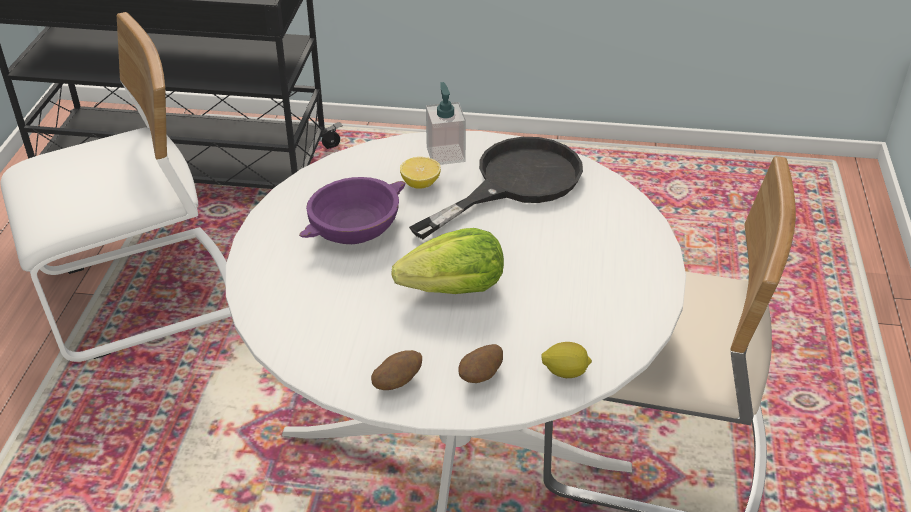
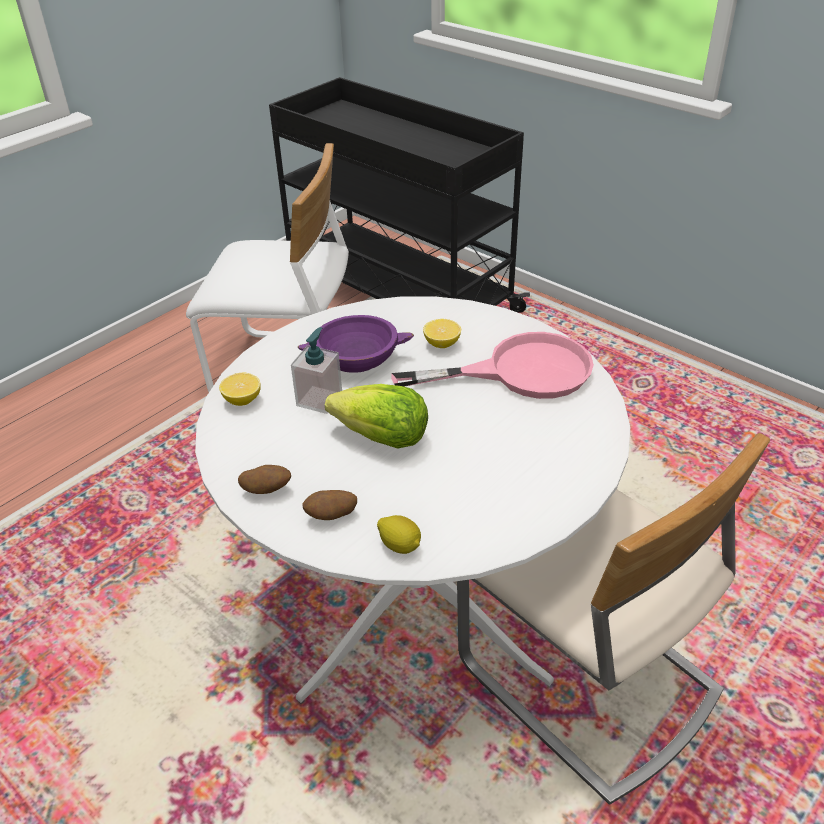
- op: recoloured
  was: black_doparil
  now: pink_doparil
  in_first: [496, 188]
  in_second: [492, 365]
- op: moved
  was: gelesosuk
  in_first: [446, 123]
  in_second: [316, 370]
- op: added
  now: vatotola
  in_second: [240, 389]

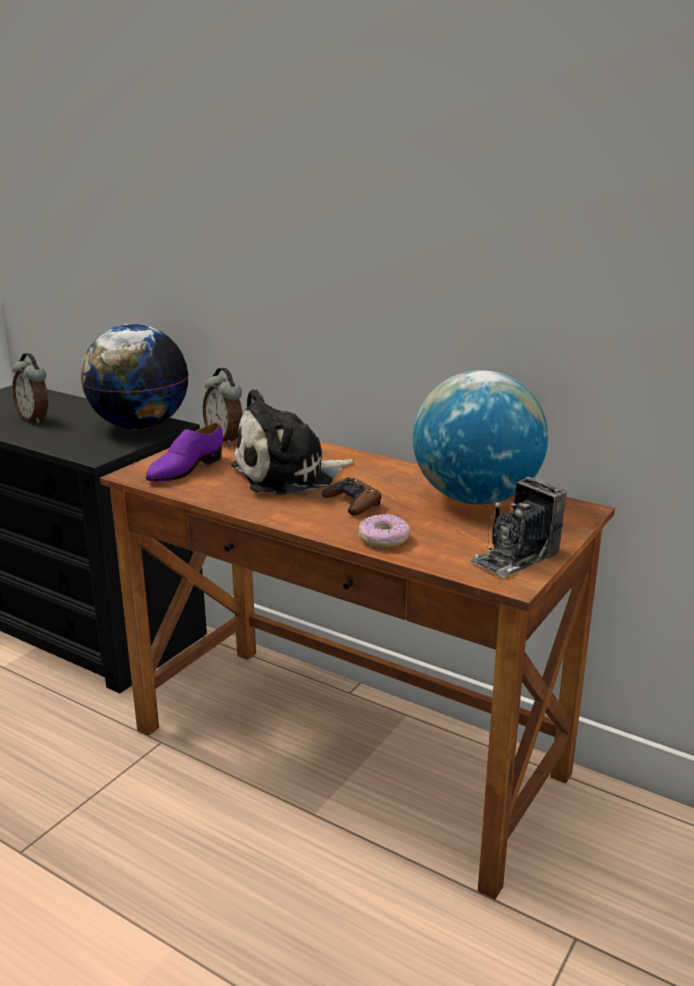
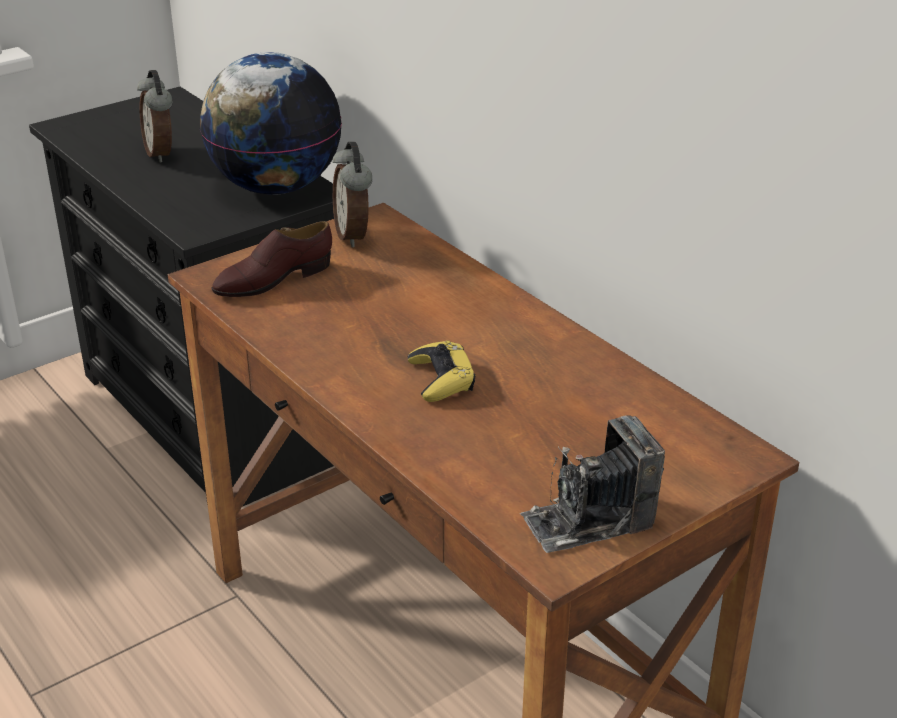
- op: recoloured
  was: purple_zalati
  now: brown_zalati
  in_first: [184, 452]
  in_second: [271, 259]
- op: removed
  was: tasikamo
  in_first: [292, 442]
- op: recoloured
  was: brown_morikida
  now: yellow_morikida
  in_first: [351, 496]
  in_second: [441, 371]
- op: removed
  was: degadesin
  in_first: [384, 531]
- op: removed
  was: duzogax
  in_first: [480, 437]

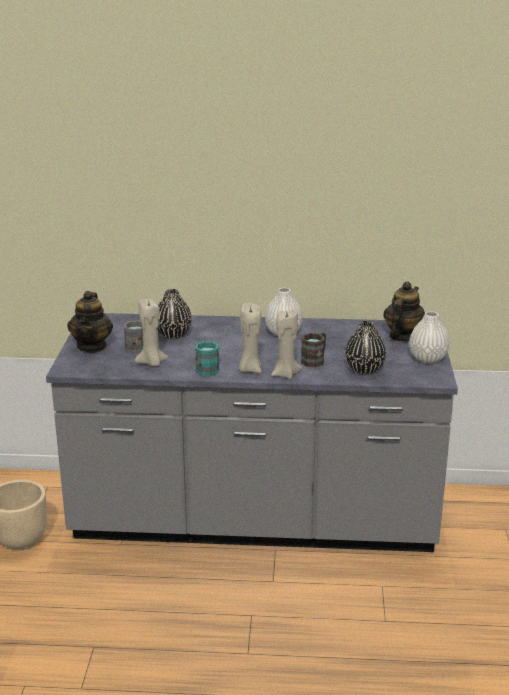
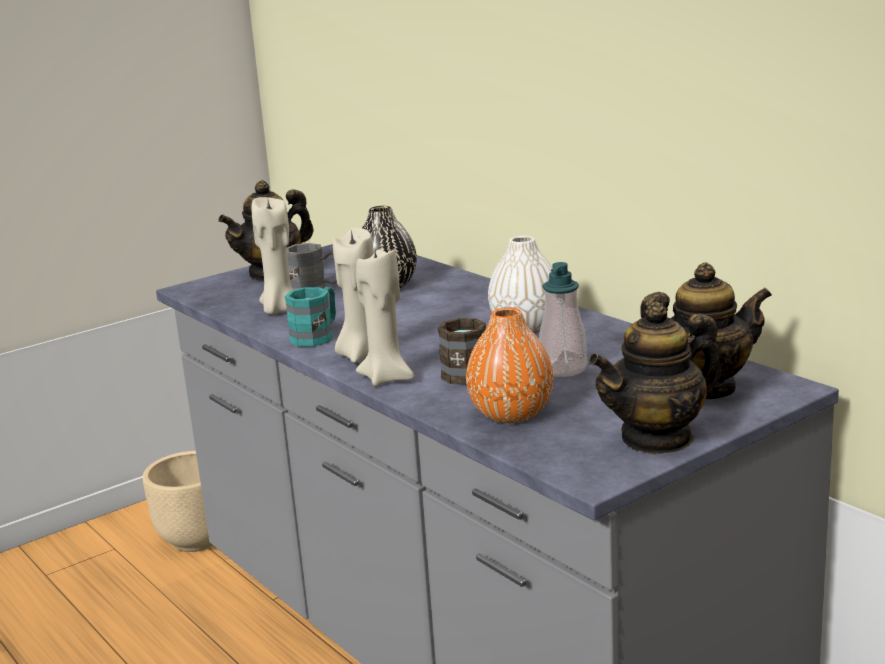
- op: recoloured
  was: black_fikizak
  now: orange_fikizak
  in_first: [365, 347]
  in_second: [509, 365]
- op: replaced
  was: white_fikizak
  now: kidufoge
  in_first: [429, 337]
  in_second: [655, 378]
- op: added
  now: gelesosuk
  in_second: [563, 319]

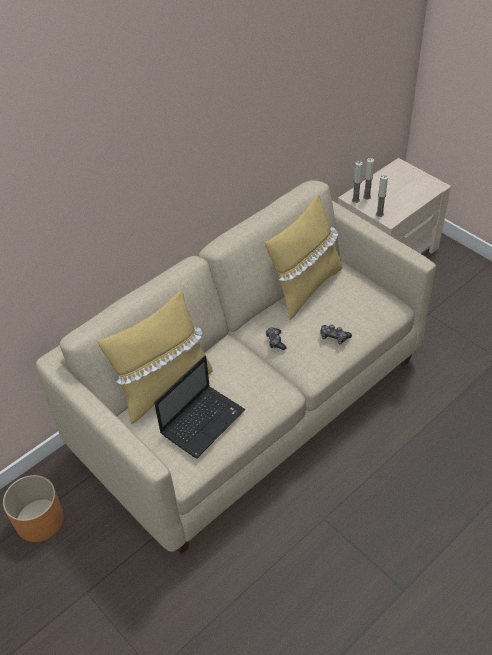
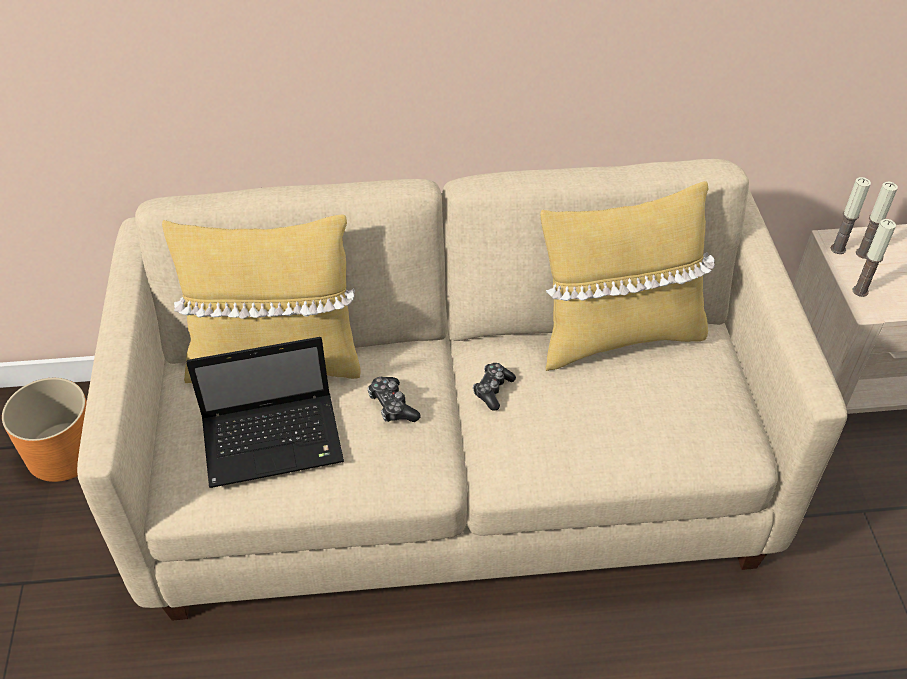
- op: moved
  was: morikida
  in_first: [336, 334]
  in_second: [394, 399]

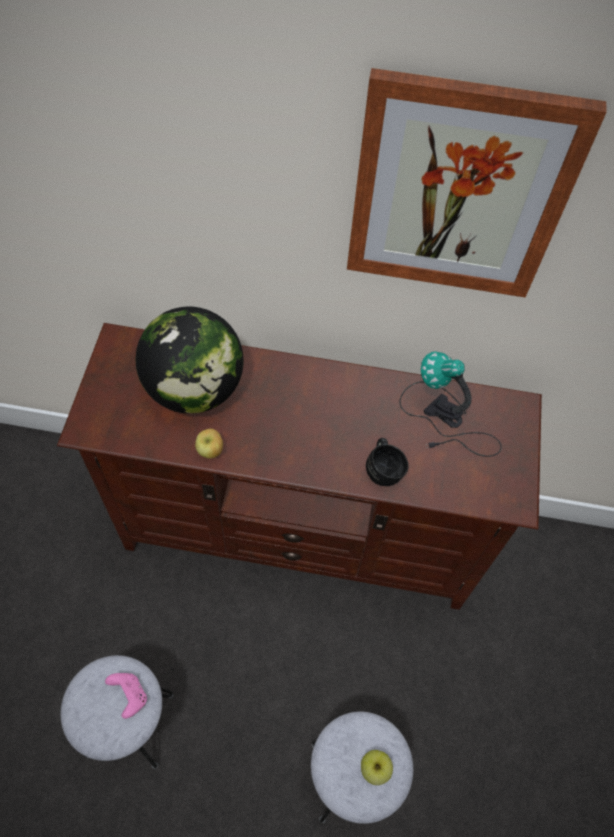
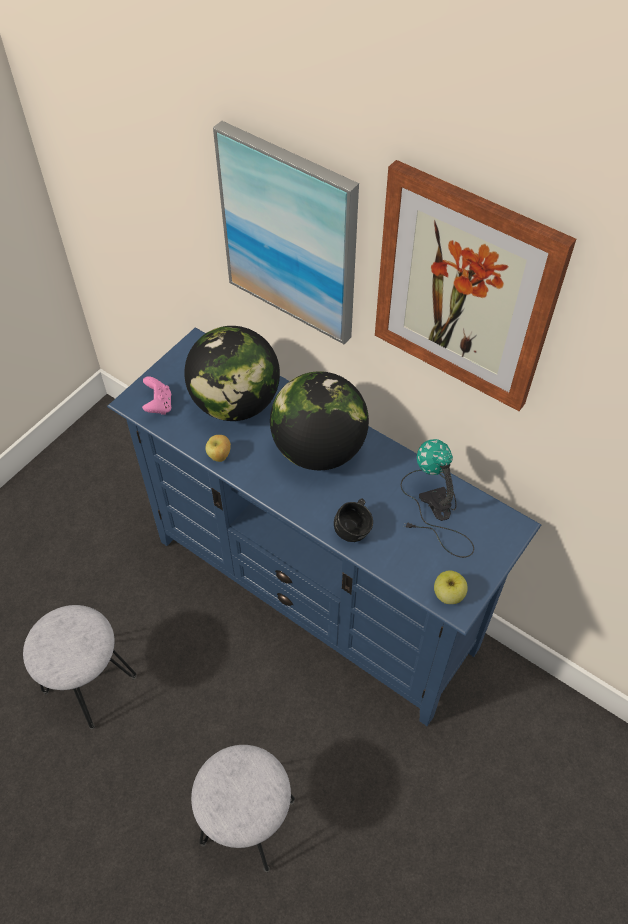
- op: recoloured
  was: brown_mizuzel
  now: blue_mizuzel
  in_first: [299, 466]
  in_second: [324, 526]
- op: moved
  was: pink_morikida
  in_first: [126, 696]
  in_second: [157, 395]
- op: moved
  was: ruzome
  in_first: [377, 767]
  in_second: [451, 587]
- op: added
  now: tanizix
  in_second: [286, 232]
- op: added
  now: duzogax
  in_second: [319, 420]

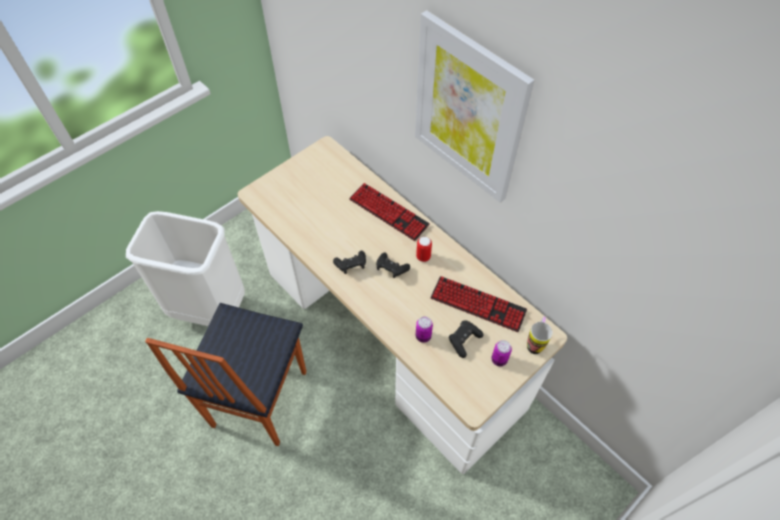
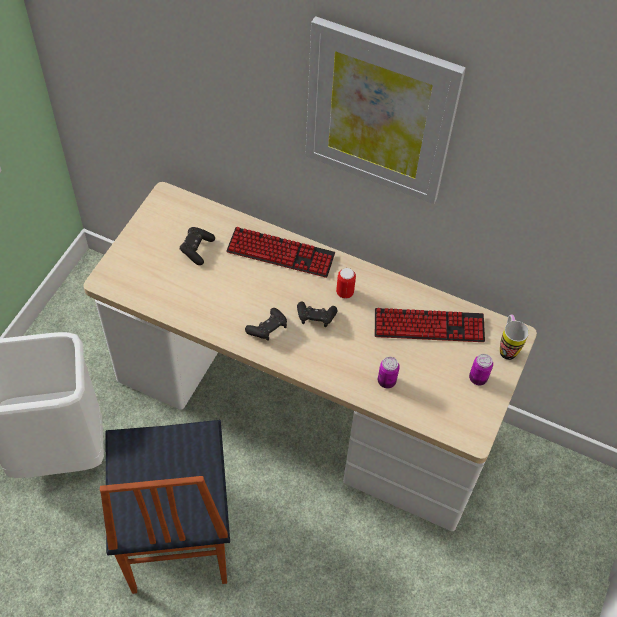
- op: moved
  was: black_morikida
  in_first: [466, 339]
  in_second: [197, 246]

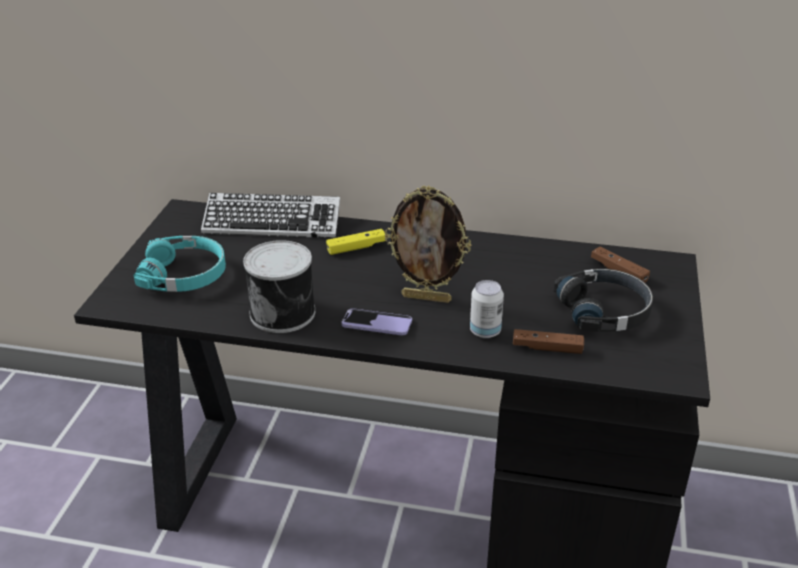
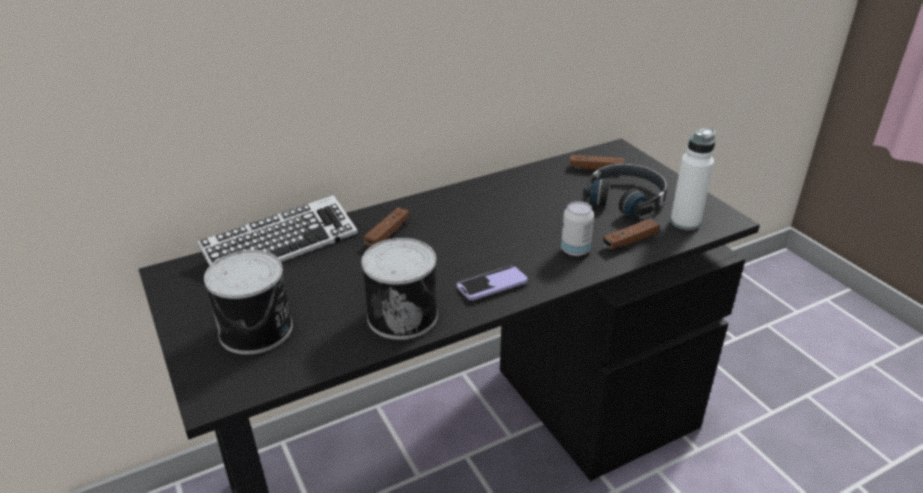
- op: replaced
  was: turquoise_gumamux
  now: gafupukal
  in_first: [179, 264]
  in_second: [248, 302]
- op: recoloured
  was: yellow_morikida
  now: brown_morikida
  in_first: [355, 242]
  in_second: [387, 227]
- op: removed
  was: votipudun
  in_first: [427, 244]
- op: added
  now: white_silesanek
  in_second: [692, 179]

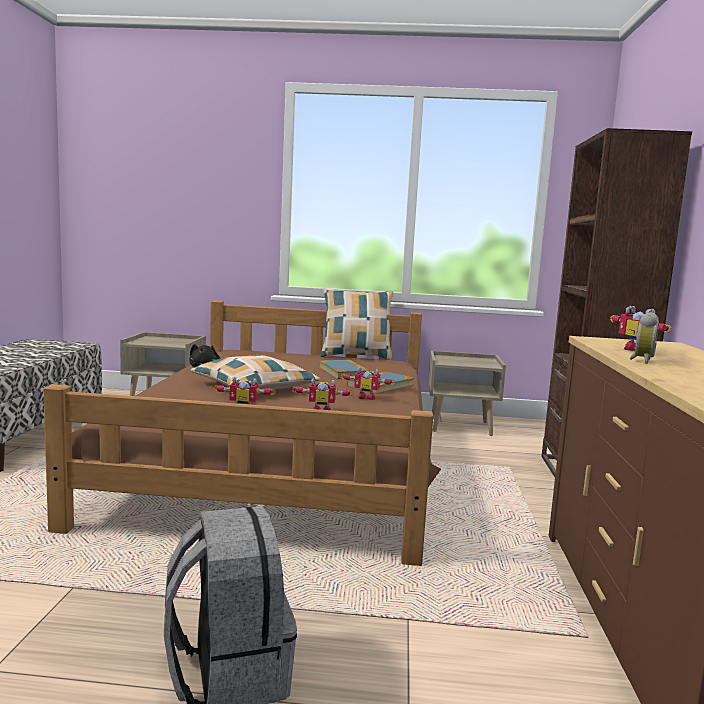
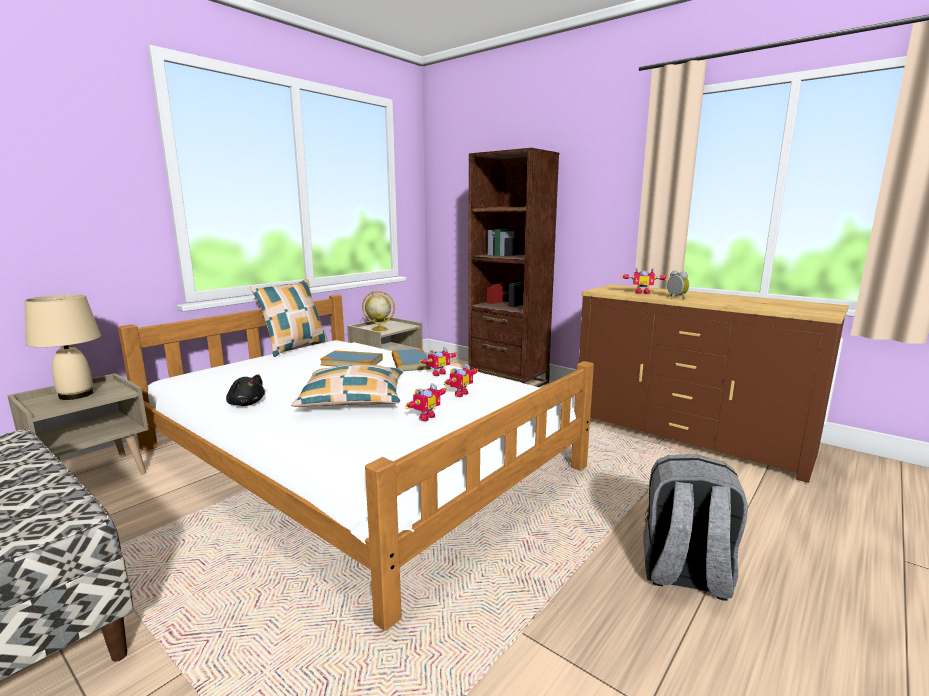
- op: recoloured
  was: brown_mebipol
  now: white_mebipol
  in_first: [242, 433]
  in_second: [356, 463]
- op: added
  now: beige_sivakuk
  in_second: [63, 347]
- op: added
  now: duzogax
  in_second: [378, 311]

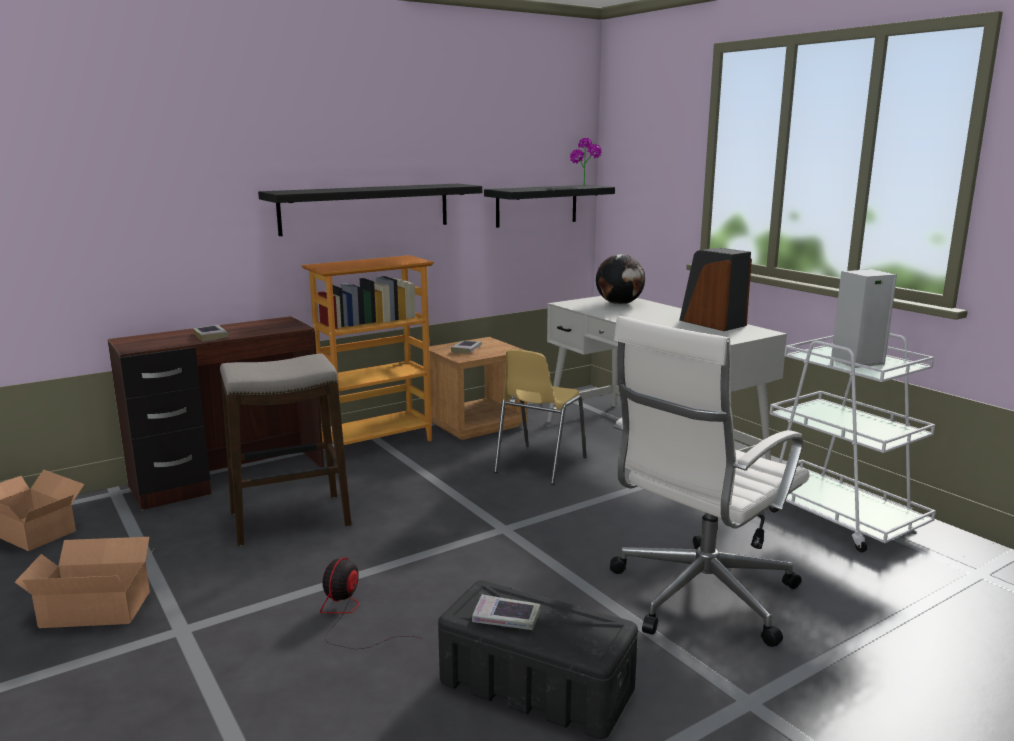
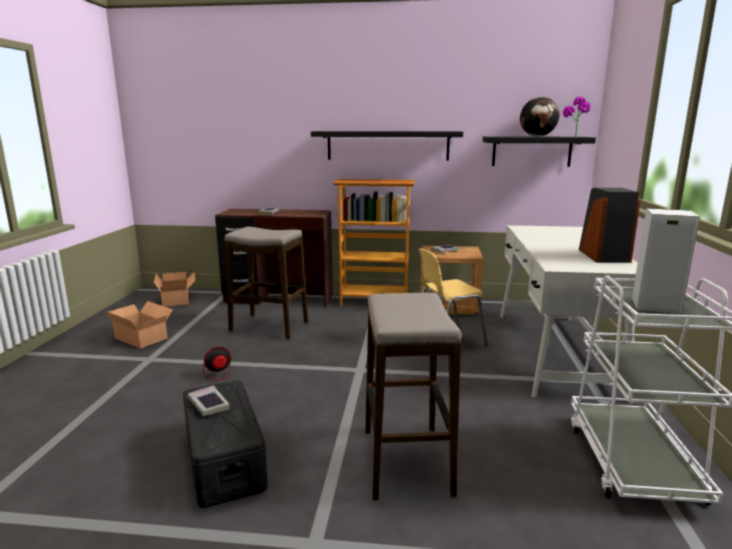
- op: moved
  was: duzogax
  in_first: [620, 279]
  in_second: [540, 117]
- op: replaced
  was: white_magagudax
  now: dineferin
  in_first: [710, 481]
  in_second: [413, 396]

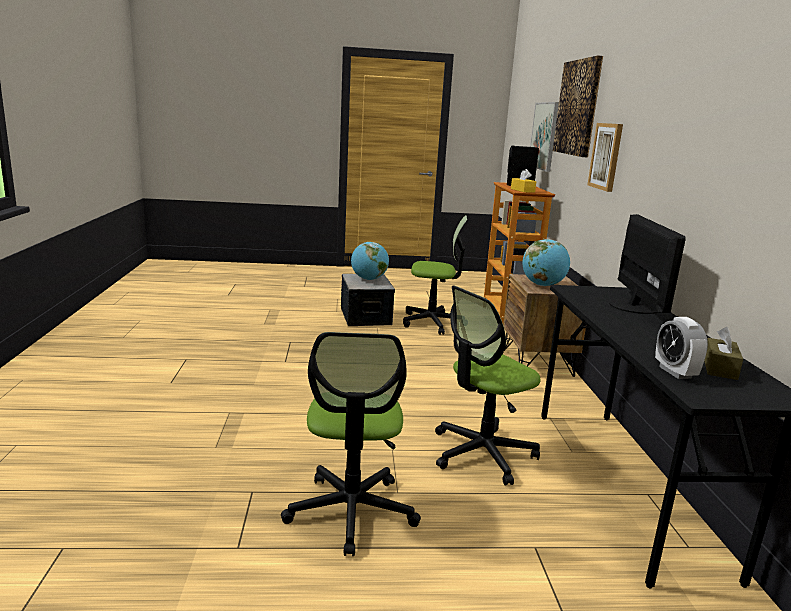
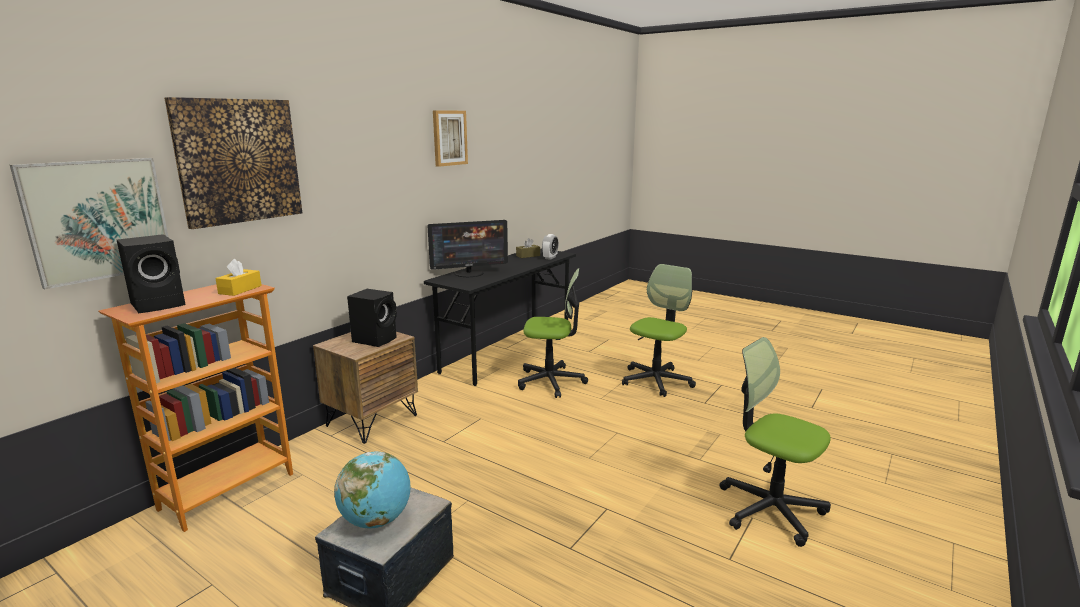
- op: moved
  was: magagudax
  in_first: [435, 275]
  in_second: [775, 442]
- op: replaced
  was: duzogax
  now: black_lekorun
  in_first: [546, 262]
  in_second: [372, 318]
- op: moved
  was: tanizix
  in_first: [605, 157]
  in_second: [450, 138]
- op: turned
  was: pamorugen
  in_first: [647, 264]
  in_second: [468, 248]
  clockwise: -150

